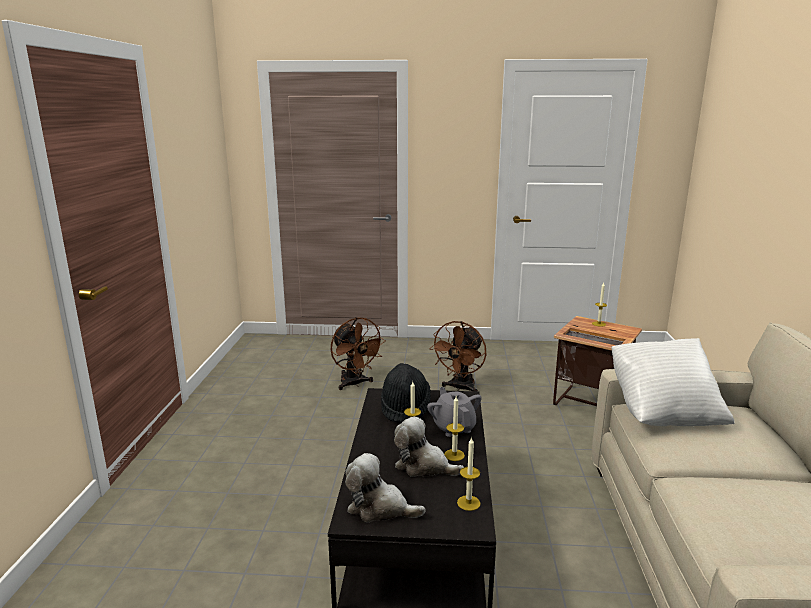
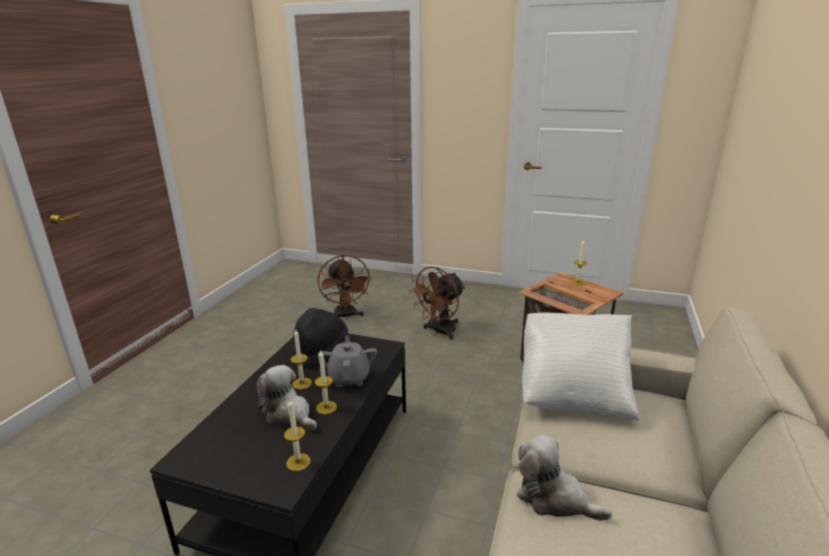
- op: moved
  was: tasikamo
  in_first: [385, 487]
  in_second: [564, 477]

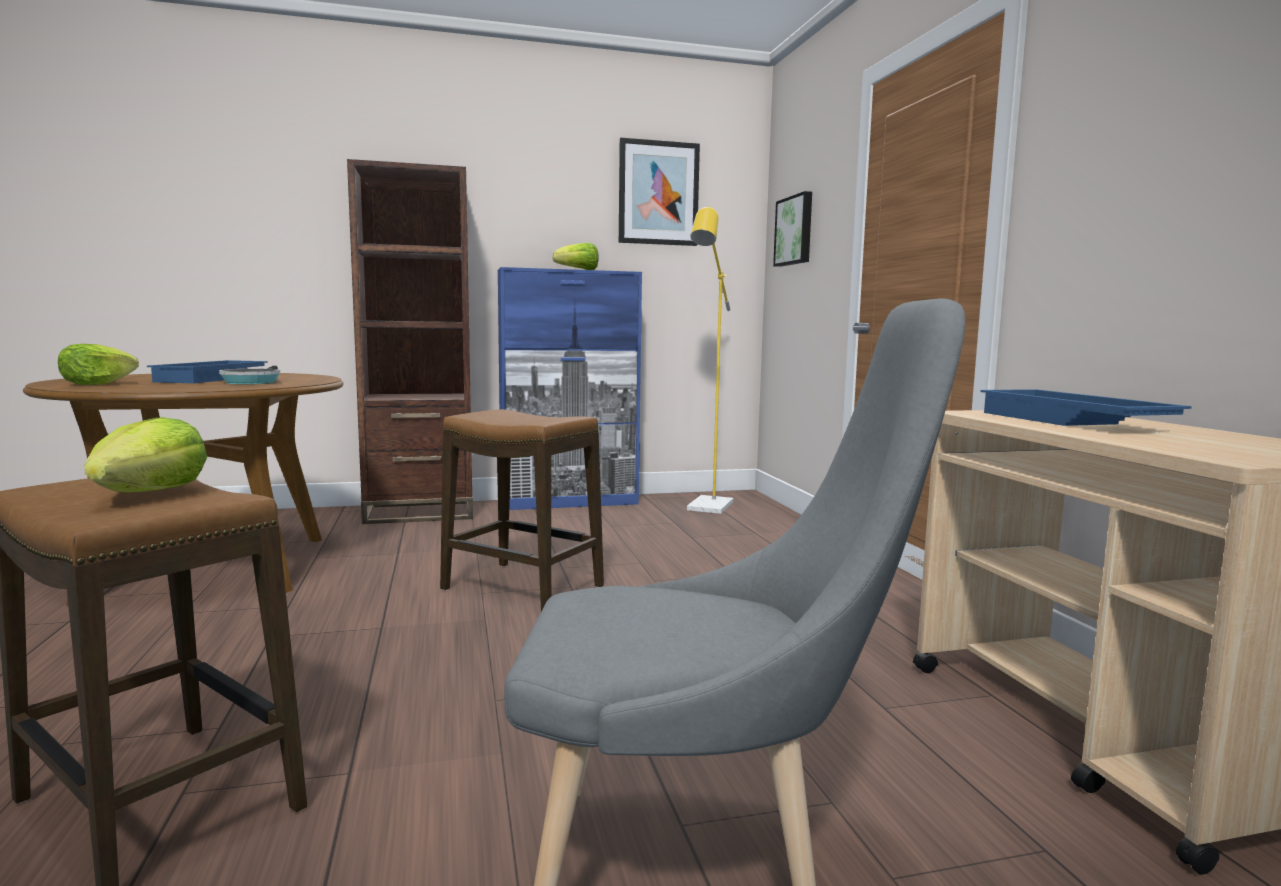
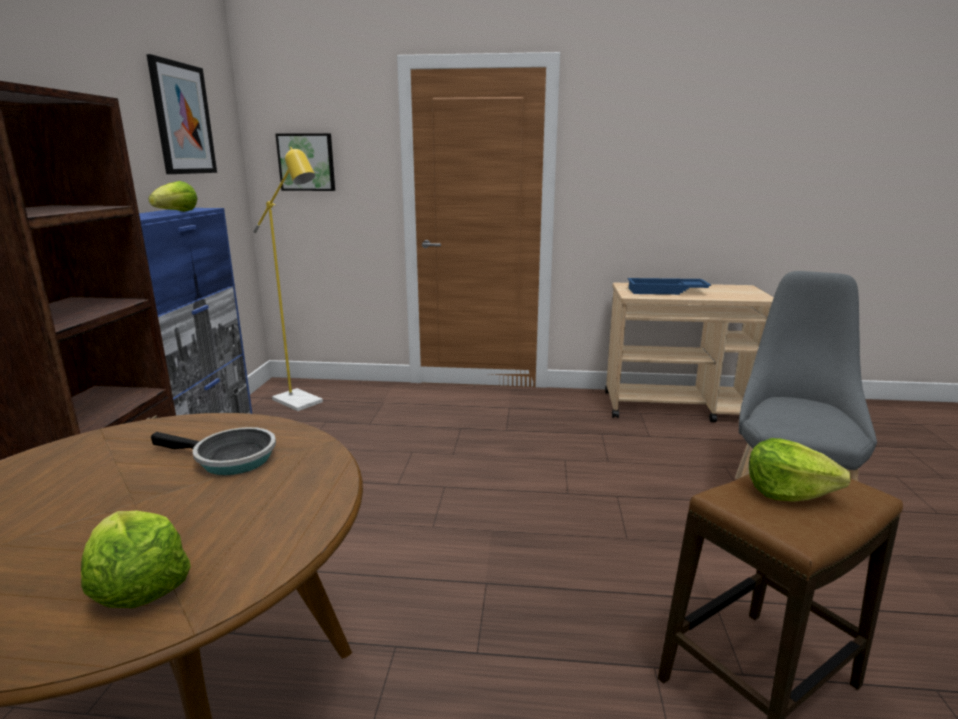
- op: removed
  was: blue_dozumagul
  in_first: [207, 371]
- op: removed
  was: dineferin
  in_first: [522, 510]

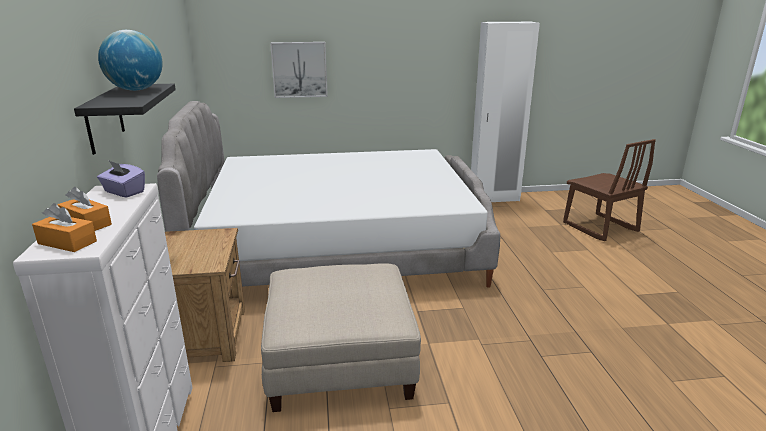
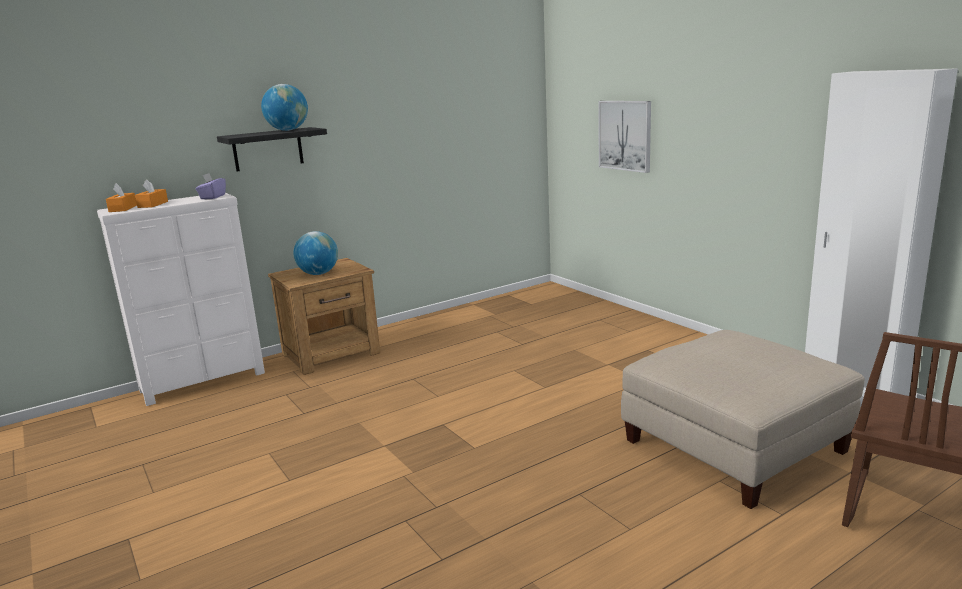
- op: removed
  was: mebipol
  in_first: [328, 194]
- op: moved
  was: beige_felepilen
  in_first: [341, 337]
  in_second: [743, 419]
- op: added
  now: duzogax
  in_second: [316, 253]

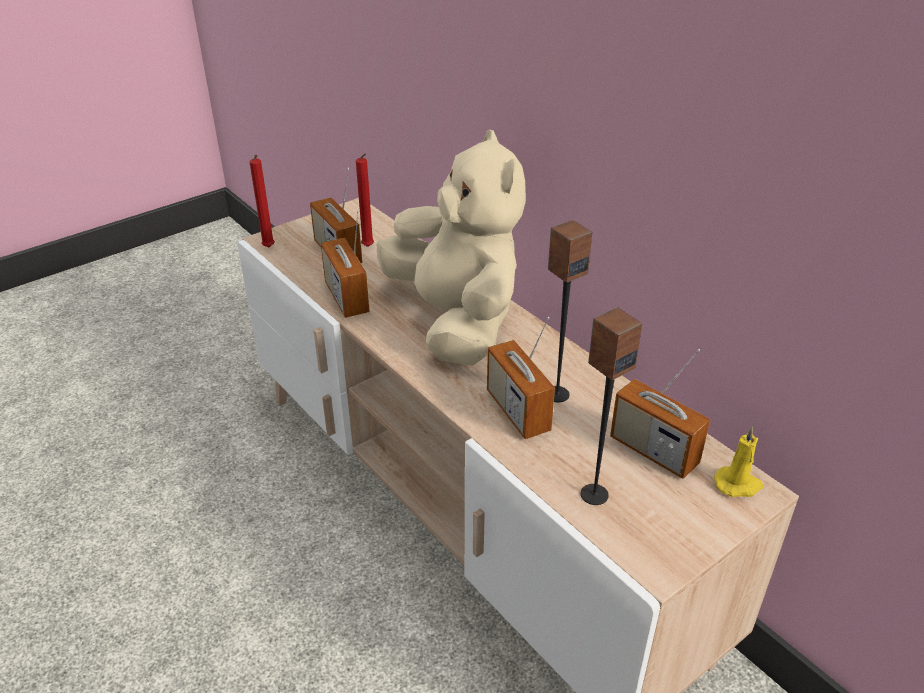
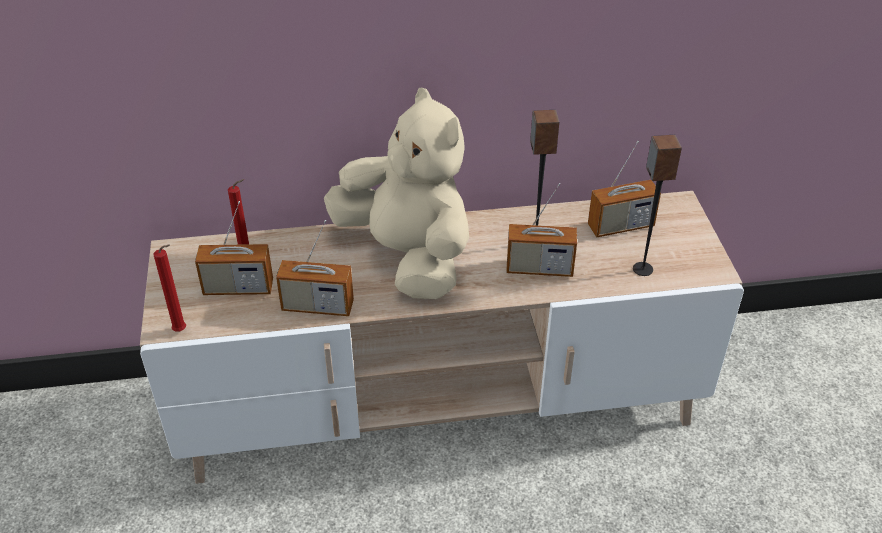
- op: turned
  was: beige_tasikamo
  in_first: [451, 247]
  in_second: [396, 193]
  clockwise: 45
- op: removed
  was: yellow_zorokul
  in_first: [738, 461]

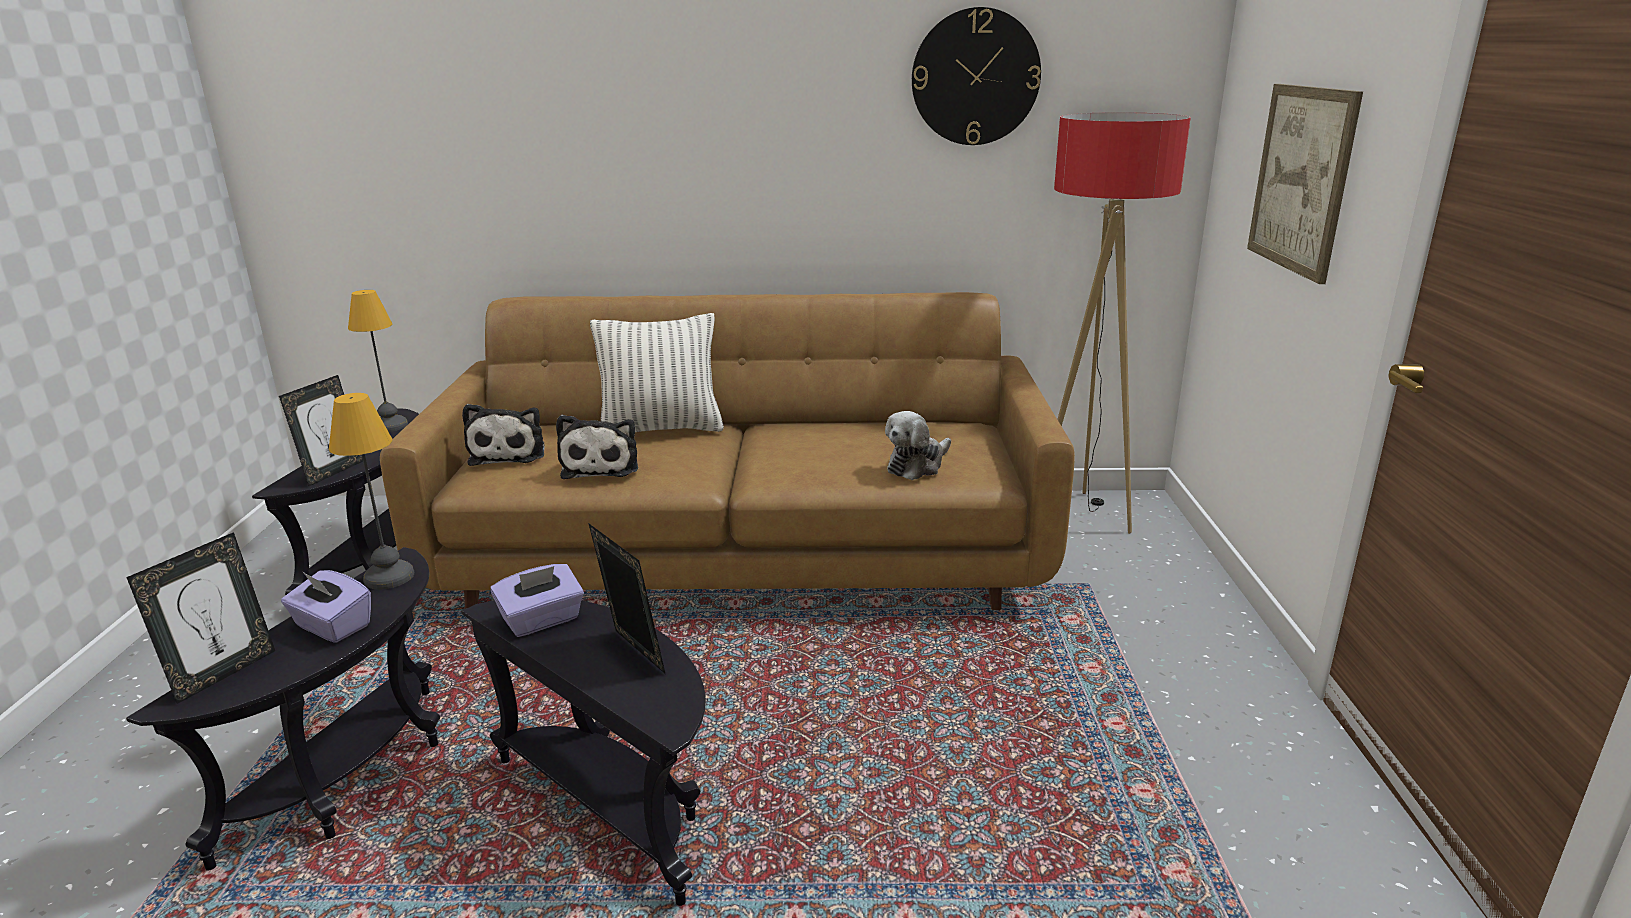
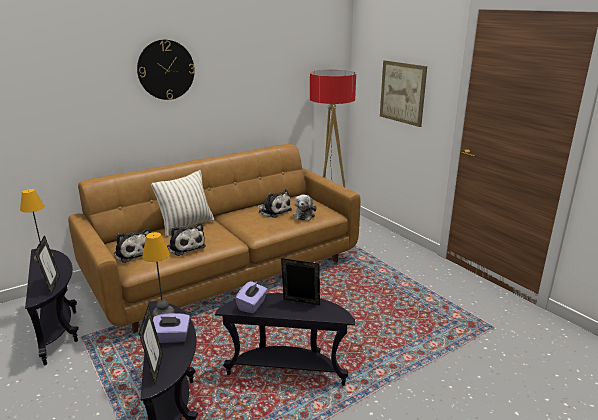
- op: moved
  was: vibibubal
  in_first: [976, 76]
  in_second: [166, 70]
- op: added
  now: tasikamo
  in_second: [274, 203]

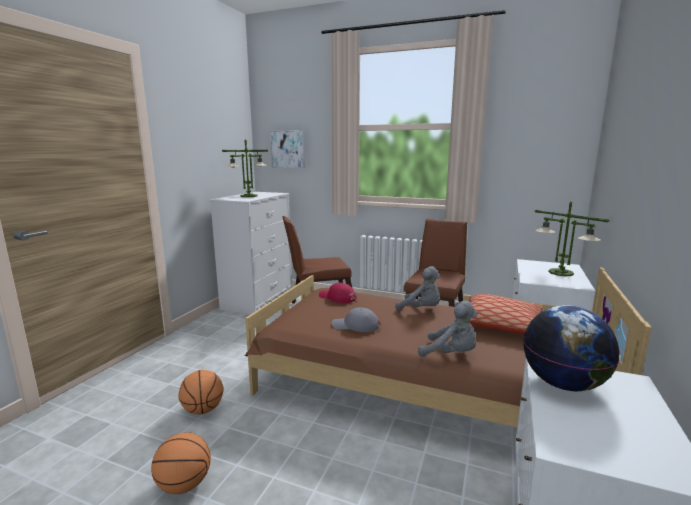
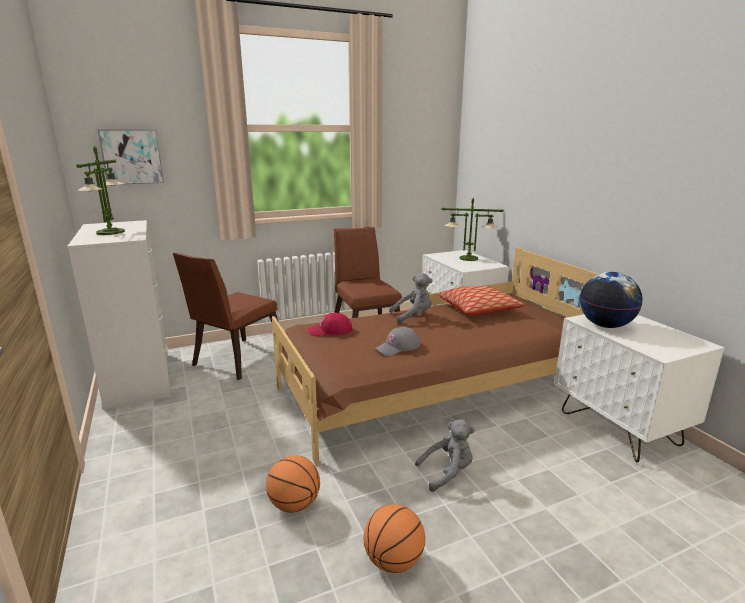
- op: moved
  was: grey_tasikamo
  in_first: [448, 329]
  in_second: [445, 455]

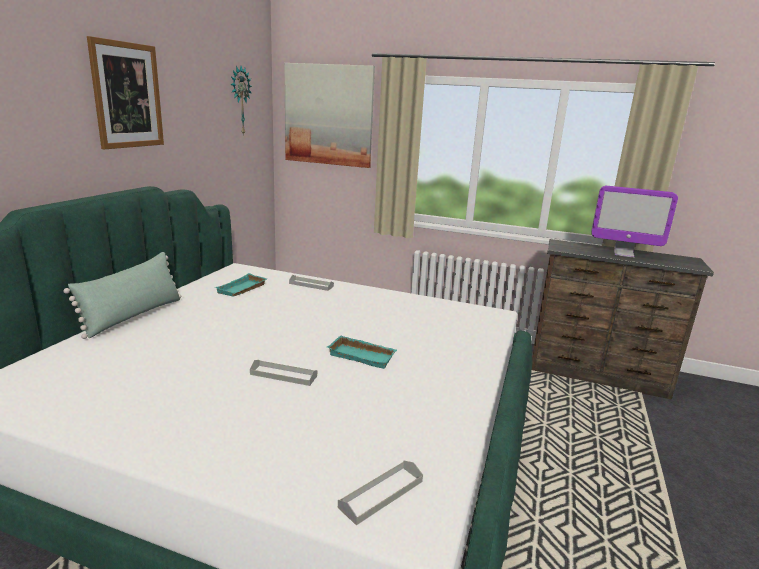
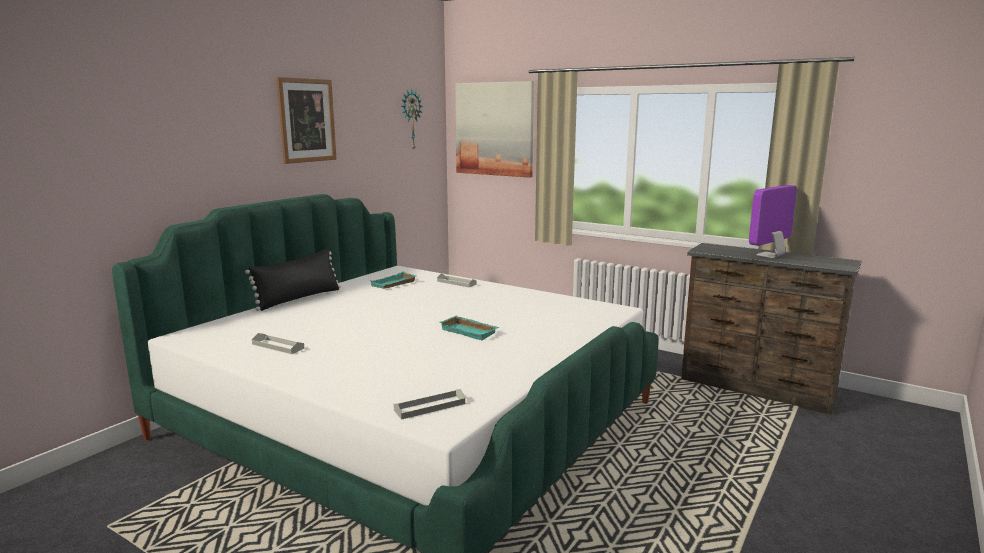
- op: recoloured
  was: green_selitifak
  now: black_selitifak
  in_first: [122, 295]
  in_second: [293, 279]
- op: moved
  was: grey_dozumagul
  in_first: [283, 373]
  in_second: [278, 343]
- op: turned
  was: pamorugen
  in_first: [634, 222]
  in_second: [773, 221]
  clockwise: 105

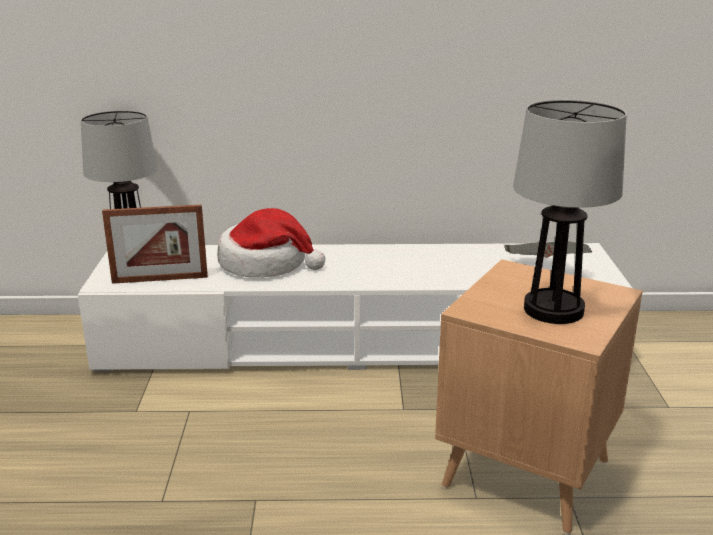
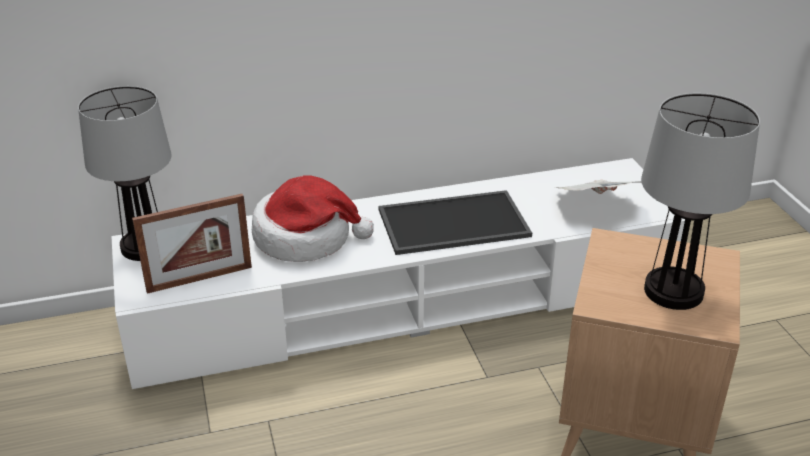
- op: added
  now: dozumagul
  in_second: [455, 222]

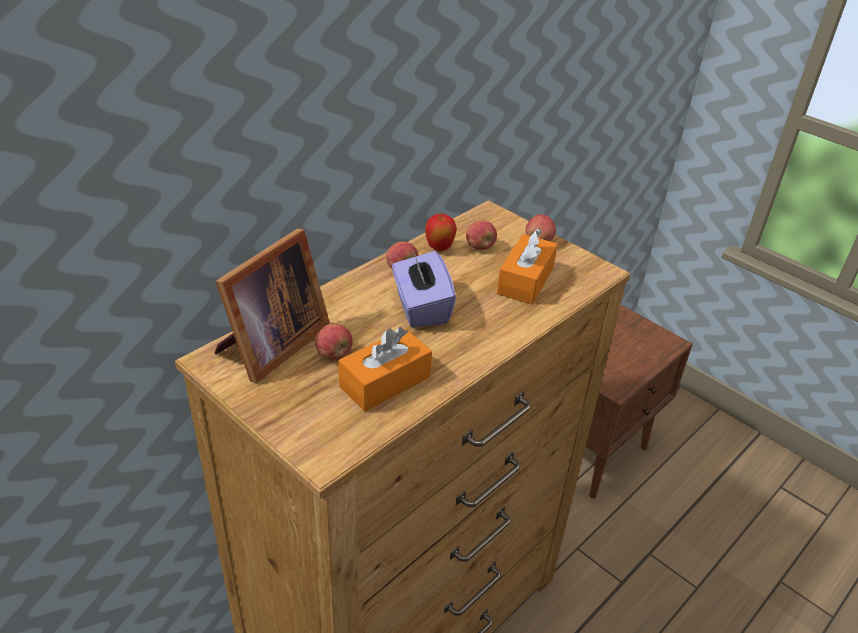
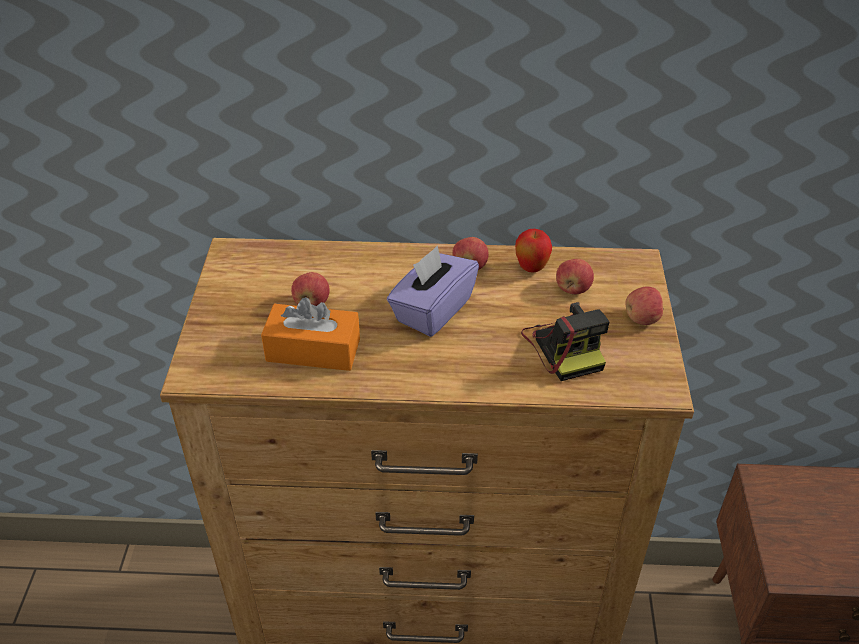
- op: removed
  was: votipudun
  in_first: [272, 305]
- op: replaced
  was: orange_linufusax
  now: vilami
  in_first: [527, 266]
  in_second: [565, 341]

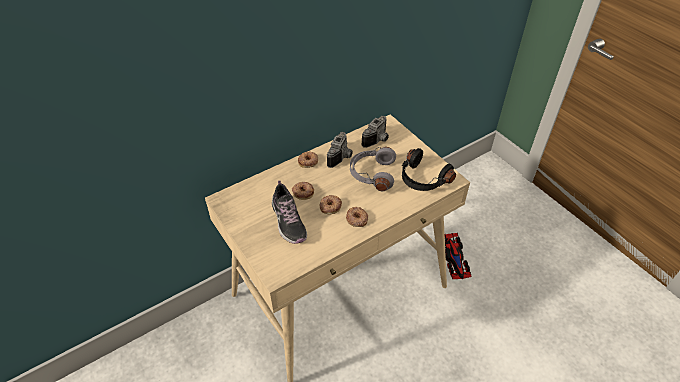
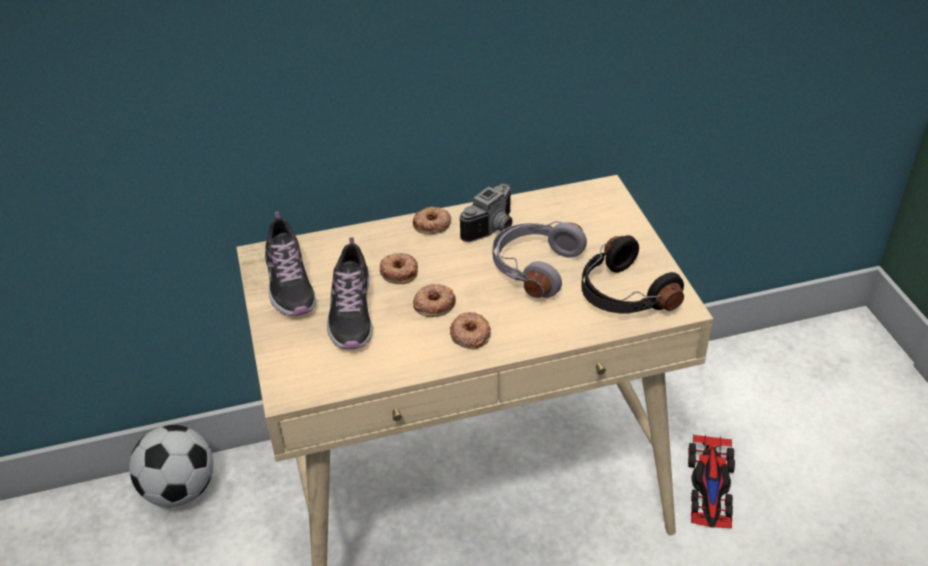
- op: removed
  was: vilami
  in_first: [375, 132]
- op: added
  now: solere
  in_second: [171, 466]
- op: added
  now: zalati
  in_second: [290, 264]

